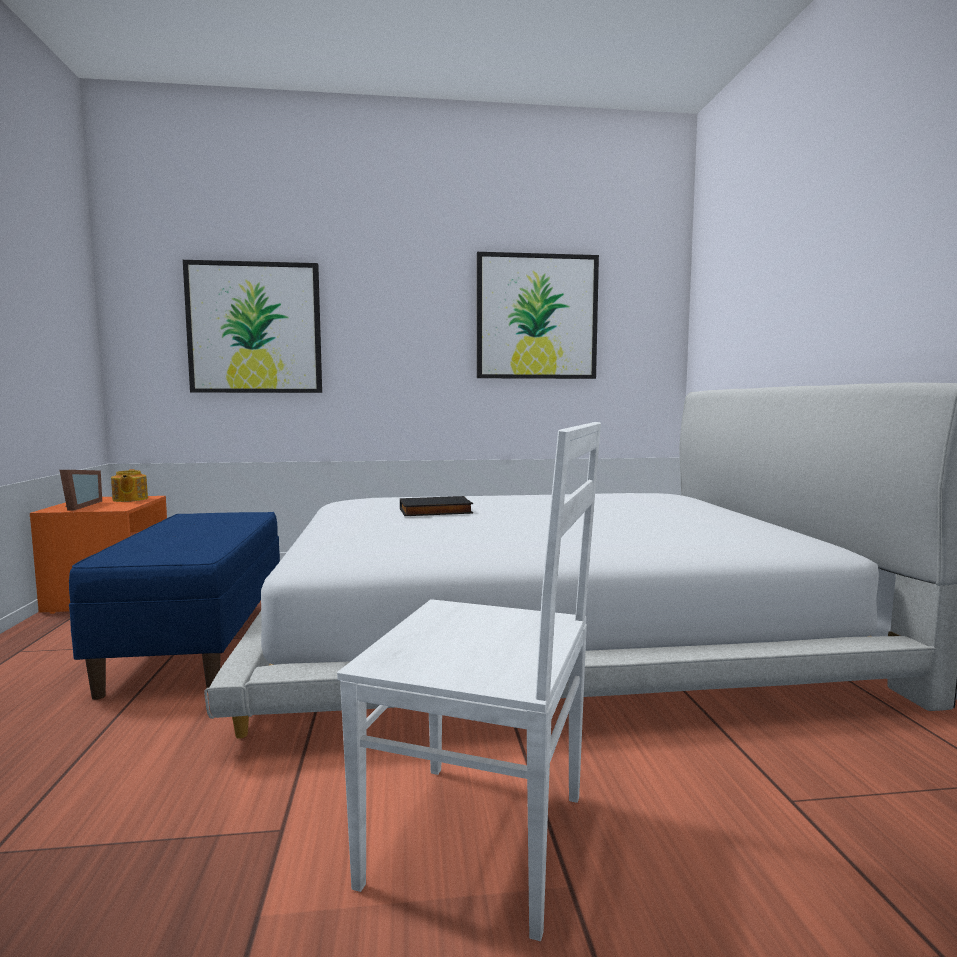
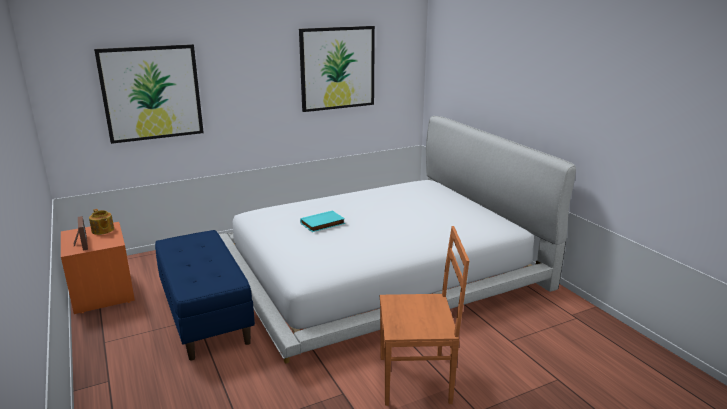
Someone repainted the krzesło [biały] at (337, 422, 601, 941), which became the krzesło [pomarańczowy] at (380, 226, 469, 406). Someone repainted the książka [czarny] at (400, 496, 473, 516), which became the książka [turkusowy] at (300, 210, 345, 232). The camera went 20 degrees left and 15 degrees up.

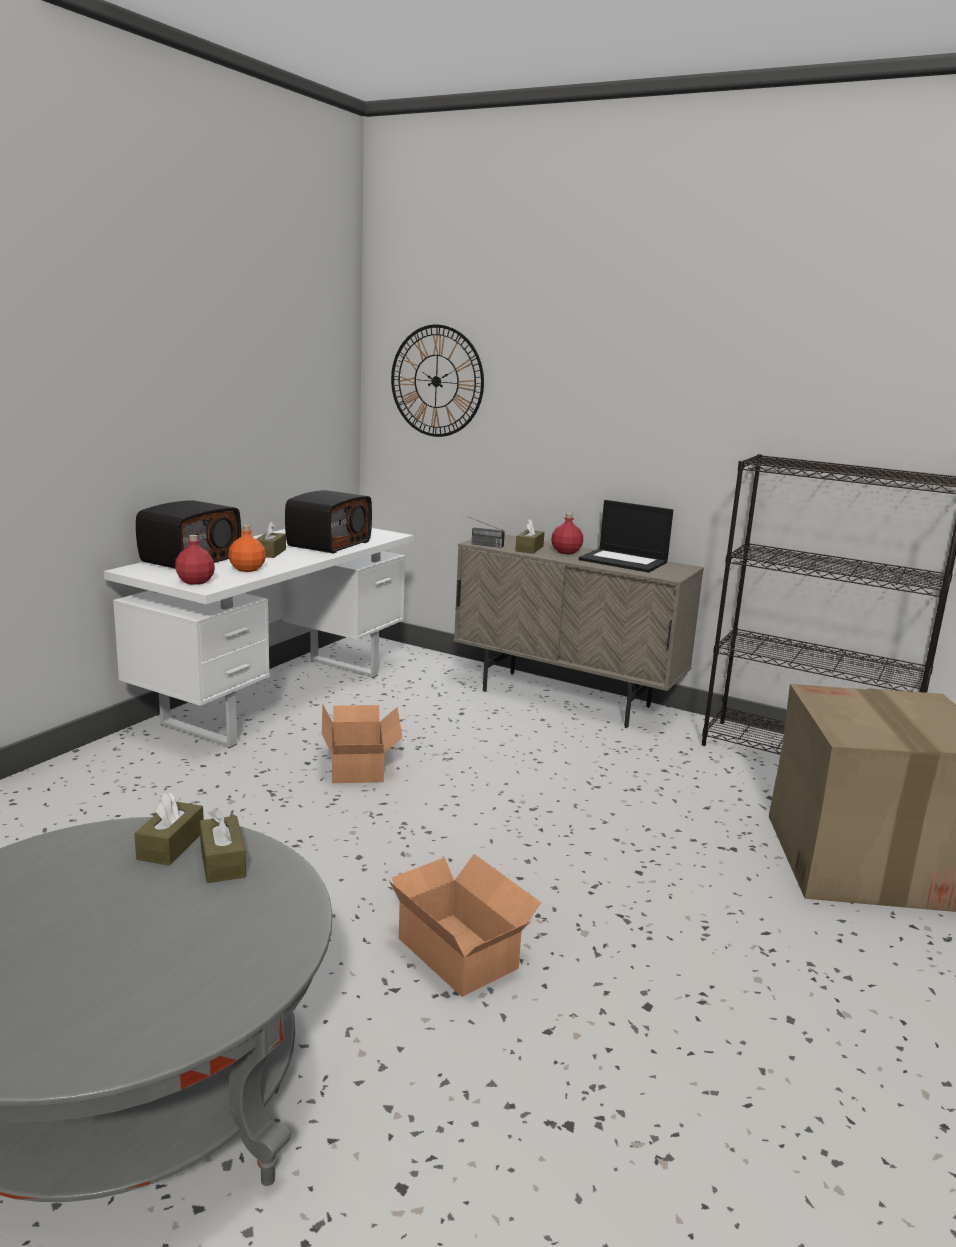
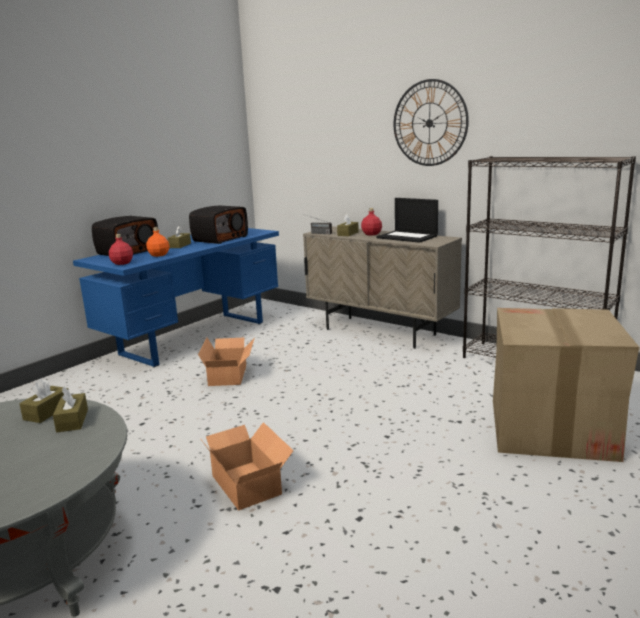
Someone repainted the biurko [biały] at (104, 528, 414, 748), which became the biurko [niebieski] at (73, 228, 279, 367). Someone carried the zegar ścienny from (391, 325, 484, 437) to (394, 79, 469, 166). The camera went 10 degrees right and 0 degrees up.

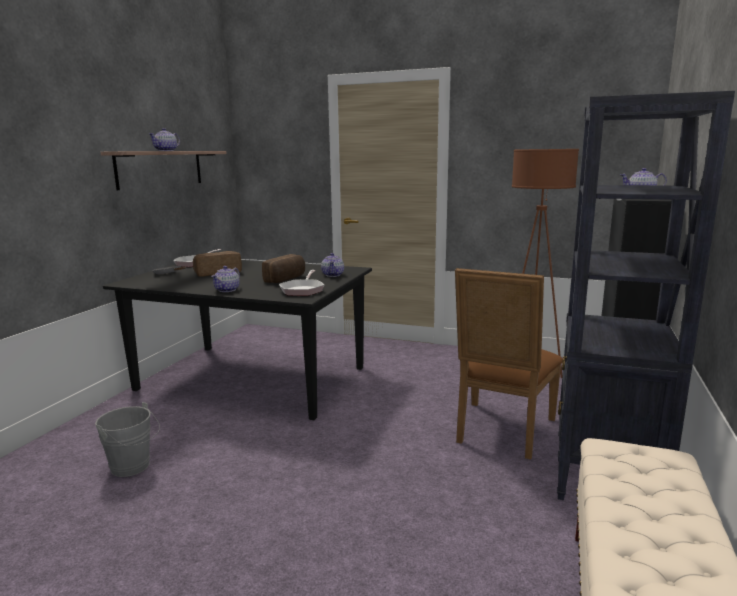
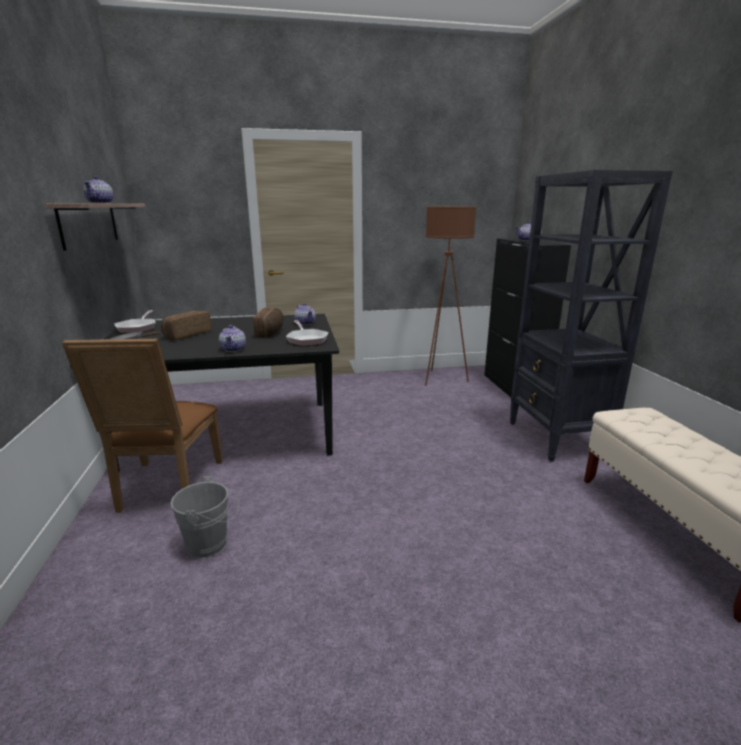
Someone carried the krzesło [brązowy] from (455, 268, 563, 460) to (61, 339, 223, 513). The camera went 30 degrees left and 5 degrees up.

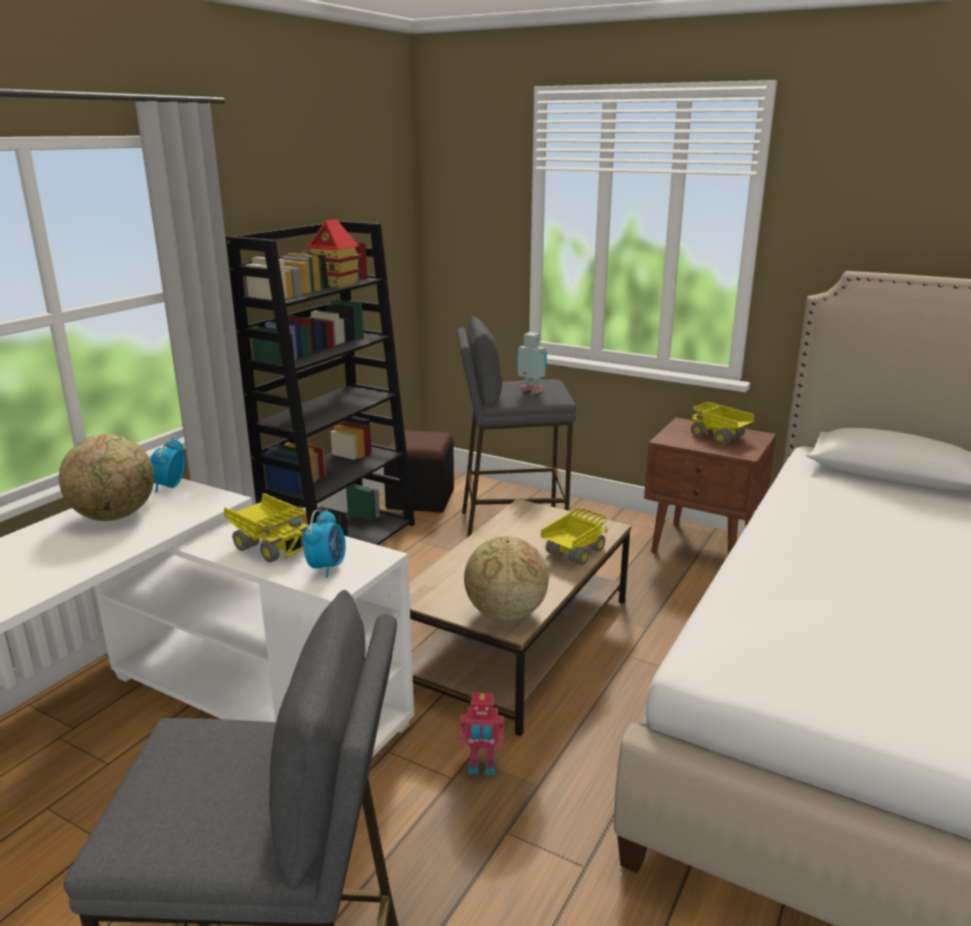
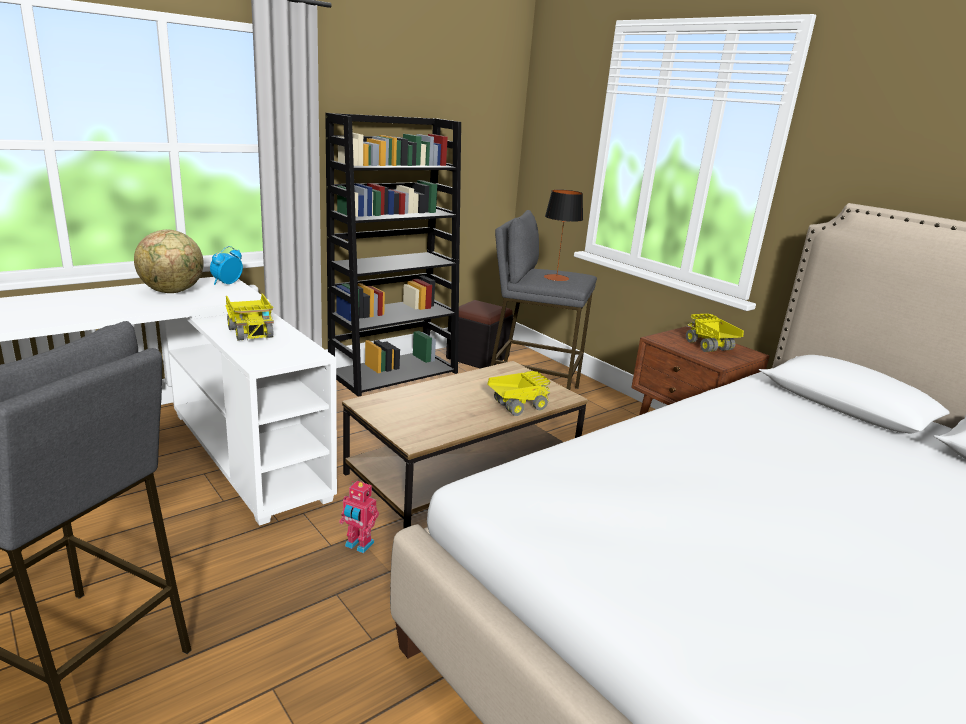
Someone took away the budzik at (303, 510, 346, 578). Someone took away the domek at (306, 219, 362, 288). Someone took away the globus at (464, 536, 549, 621). Someone swapped the robot zabawkowy at (517, 332, 547, 394) for the lampa stołowa at (544, 190, 583, 281). The camera went 20 degrees right and 0 degrees up.

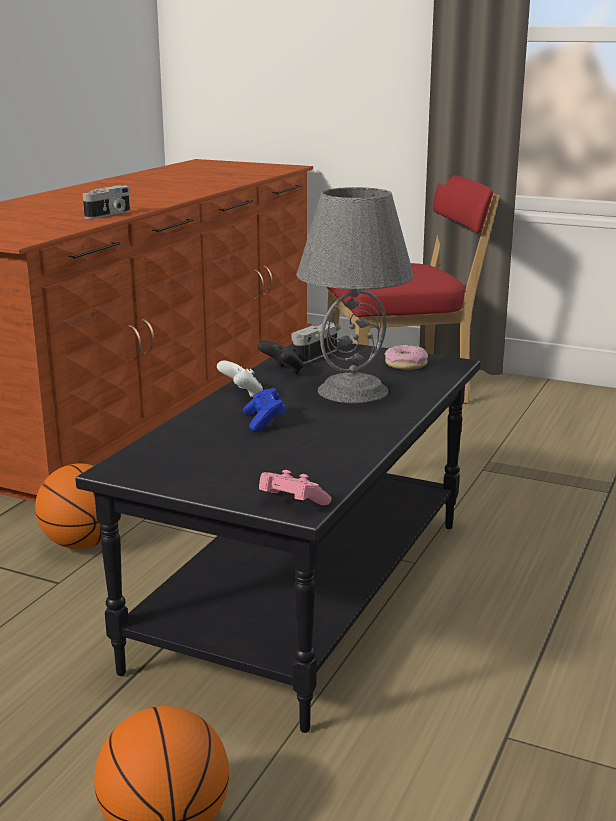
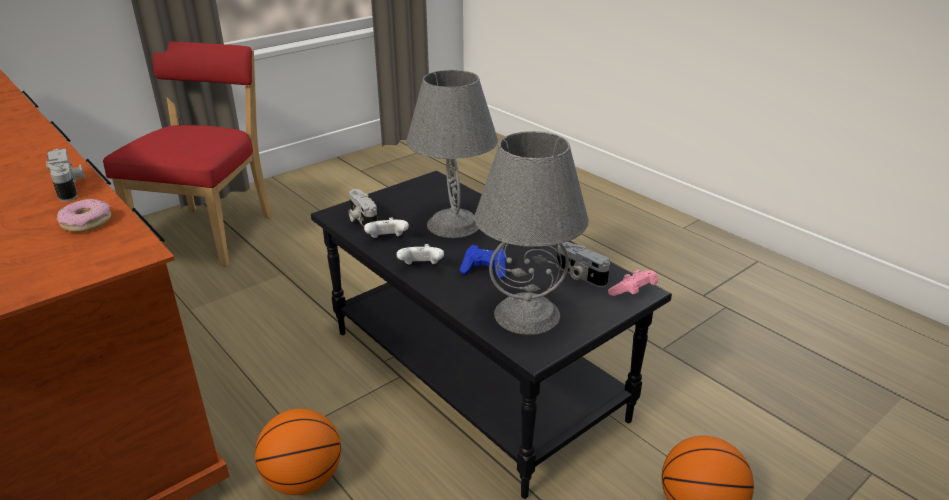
Someone repainted the pad do gier [czarny] at (257, 341, 304, 374), which became the pad do gier [biały] at (364, 217, 409, 238). Someone carried the donut from (384, 345, 428, 370) to (57, 199, 111, 232). Someone put down the lampa stołowa [szary] at (475, 131, 589, 335). Someone put down the aparat fotograficzny at (557, 242, 610, 287). The camera went 65 degrees left and 10 degrees up.

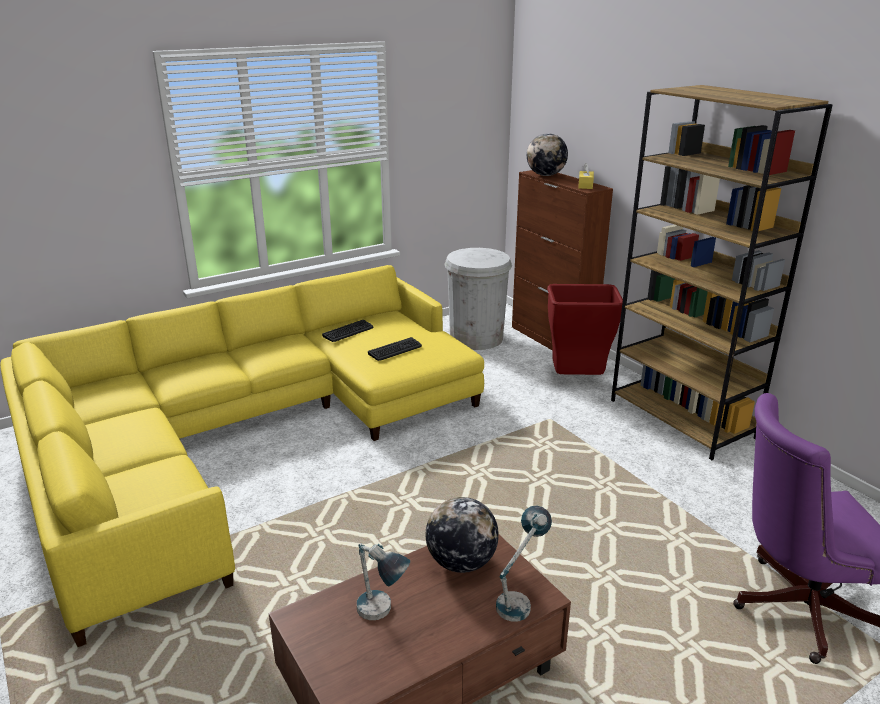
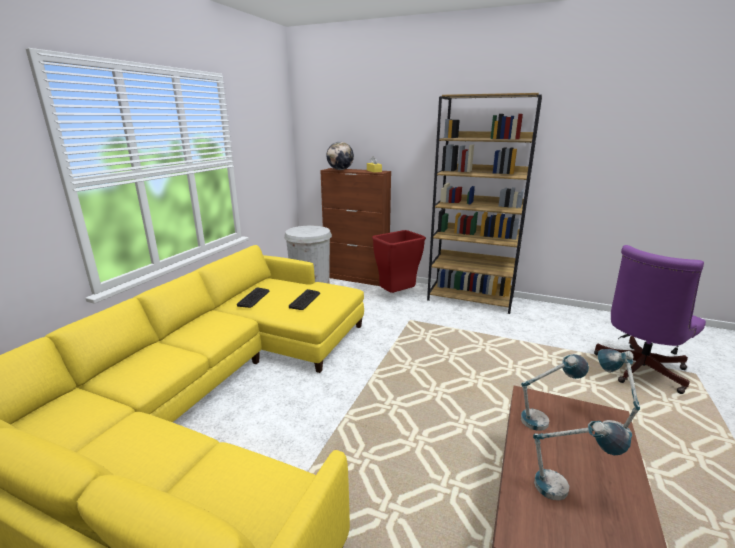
Someone swapped the globus at (426, 497, 499, 573) for the lampa stołowa at (521, 354, 589, 431). The camera went 35 degrees left and 5 degrees down.

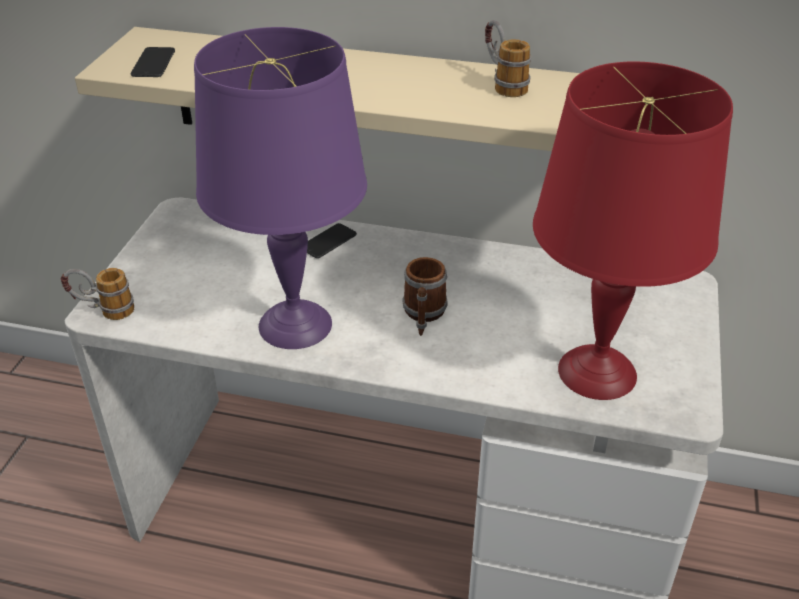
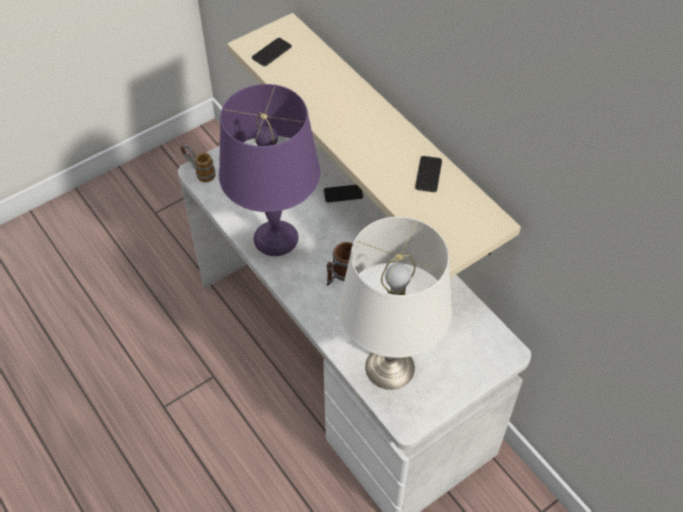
Someone swapped the kubek at (485, 20, 531, 97) for the telefon at (415, 156, 442, 192). Someone repainted the lampa stołowa [czerwony] at (533, 62, 733, 400), which became the lampa stołowa [biały] at (339, 217, 452, 390). The camera went 40 degrees right and 15 degrees up.

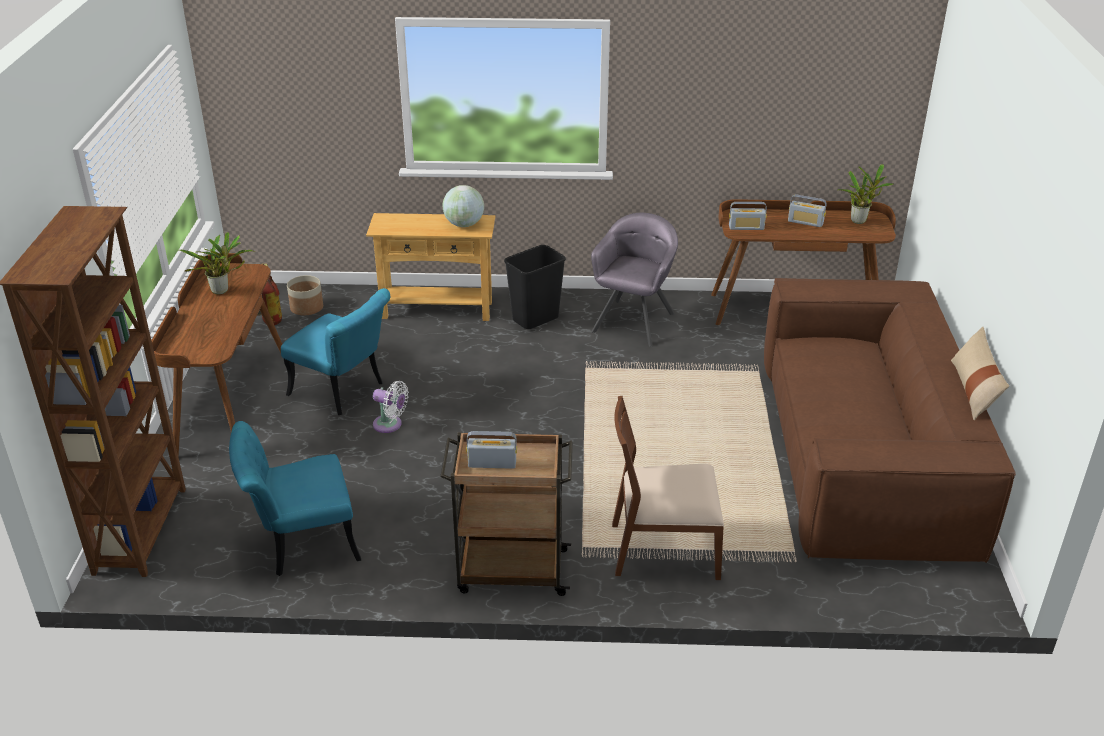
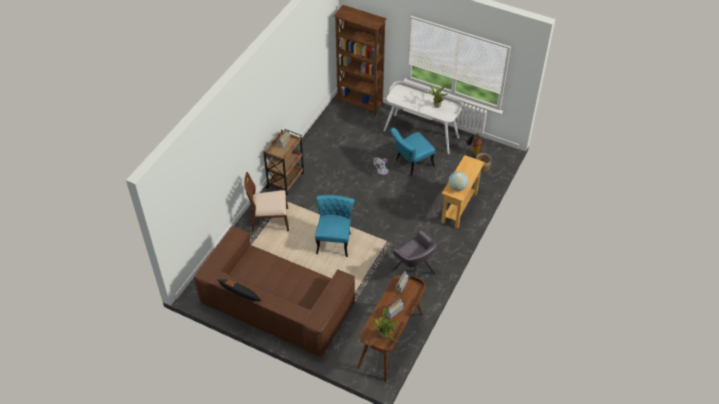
Someone repainted the biurko [brązowy] at (151, 253, 282, 457), which became the biurko [biały] at (383, 81, 462, 154). Someone carried the krzesło [turkusowy] from (229, 421, 361, 576) to (315, 195, 355, 257). Someone took away the kosz na śmieci [czarny] at (504, 245, 566, 329). Someone rotated the krzesło [brązowy] at (612, 396, 724, 580) by 120 degrees counterclockwise. Someone repainted the poduszka [beżowy] at (951, 327, 1009, 420), which became the poduszka [czarny] at (217, 279, 262, 301). The camera went 115 degrees right and 15 degrees up.

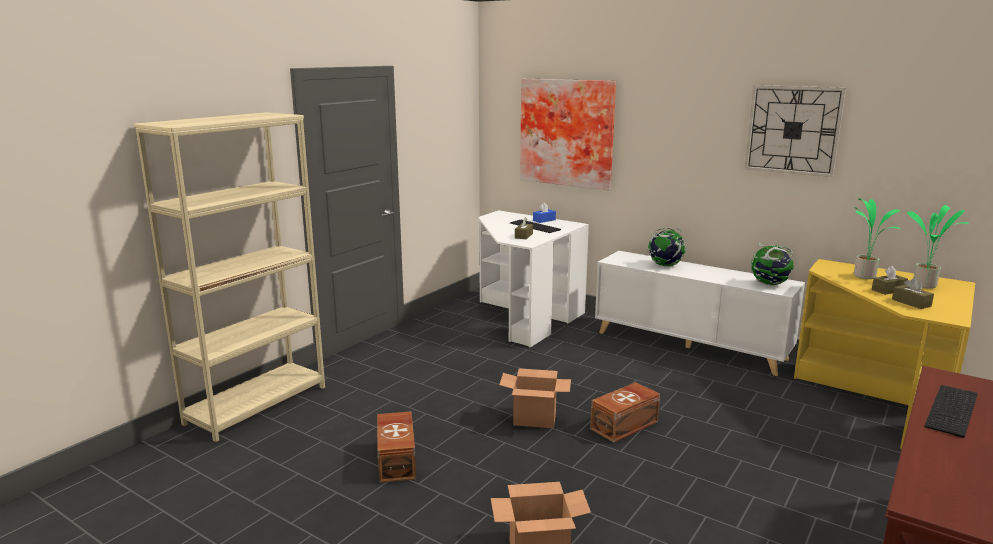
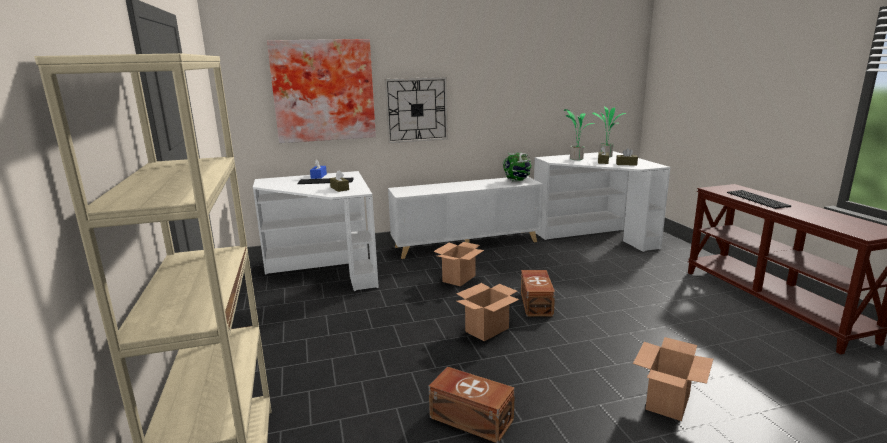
Someone took away the globus at (647, 228, 686, 266). Someone carried the zegar ścienny from (744, 85, 846, 177) to (384, 77, 448, 144). Someone repainted the biurko [żółty] at (794, 259, 975, 449), which became the biurko [biały] at (534, 151, 671, 252). Someone put down the karton at (433, 242, 484, 286). The camera went 50 degrees left and 0 degrees up.

